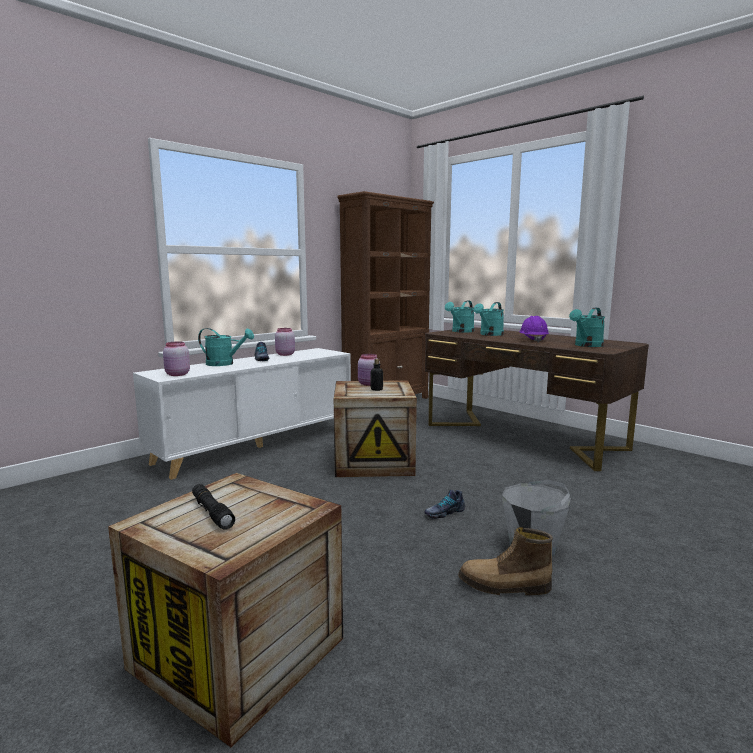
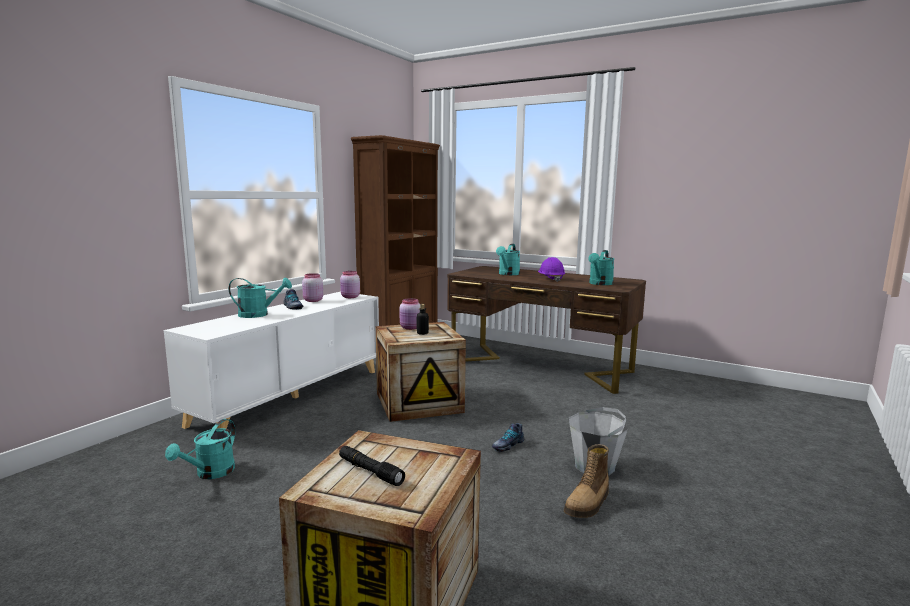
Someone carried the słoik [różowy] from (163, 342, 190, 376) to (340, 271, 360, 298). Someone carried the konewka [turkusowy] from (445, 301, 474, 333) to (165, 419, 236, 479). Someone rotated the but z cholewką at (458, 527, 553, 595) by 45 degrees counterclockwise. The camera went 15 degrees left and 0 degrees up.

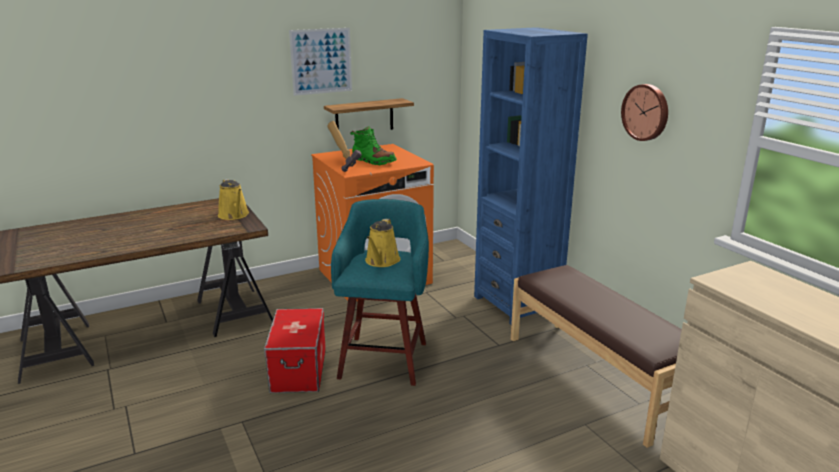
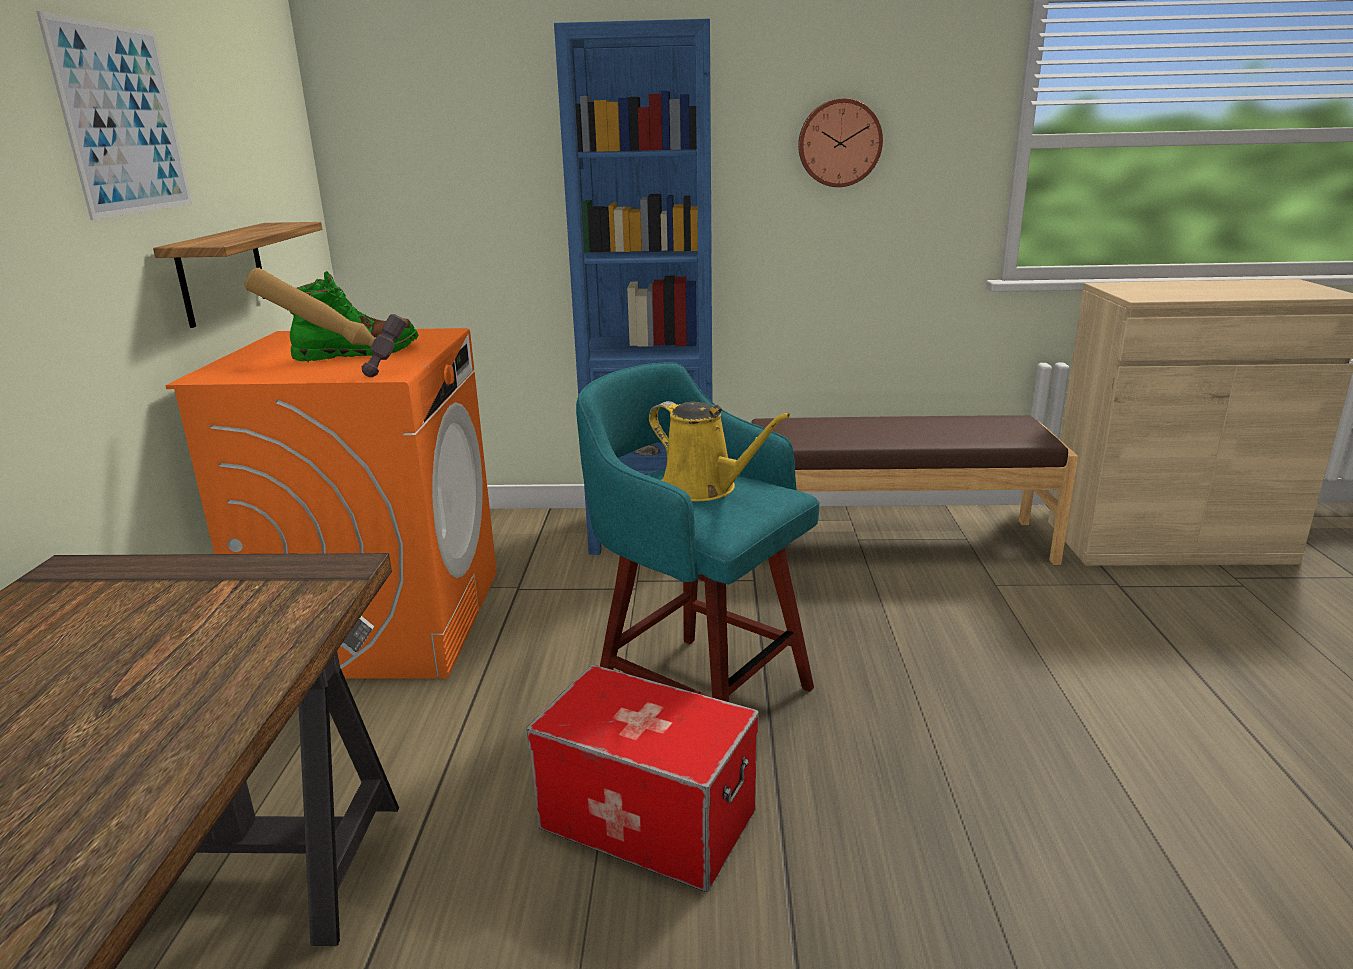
Someone took away the konewka [żółty] at (218, 179, 249, 220). The camera went 60 degrees left and 0 degrees up.

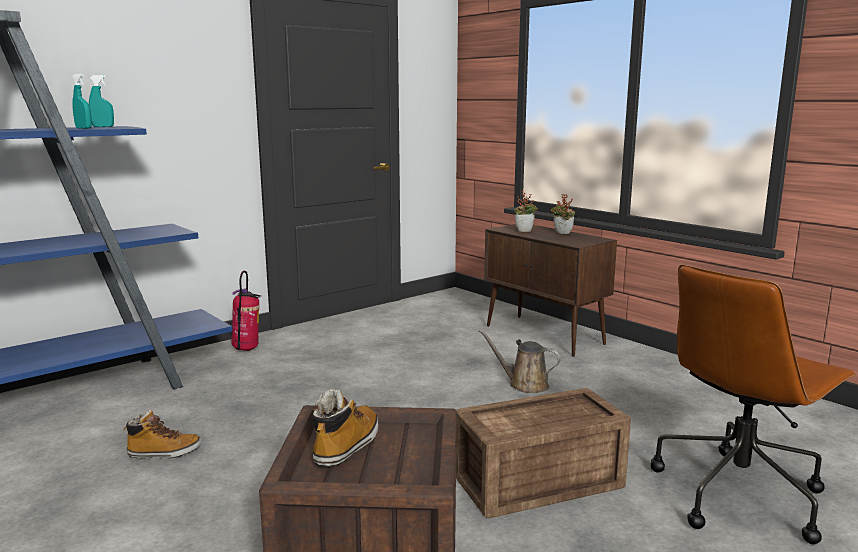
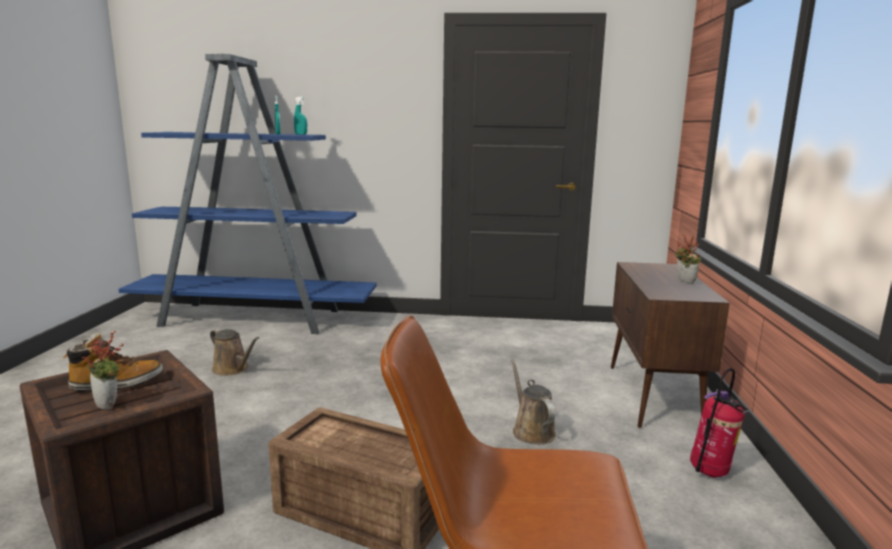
Someone swapped the but z cholewką at (123, 410, 201, 459) for the konewka [brązowy] at (210, 329, 259, 376). Someone carried the gaśnica from (231, 271, 261, 351) to (690, 368, 749, 478). Someone carried the roślina doniczkowa from (514, 190, 538, 232) to (82, 331, 123, 410). The camera went 45 degrees right and 0 degrees up.

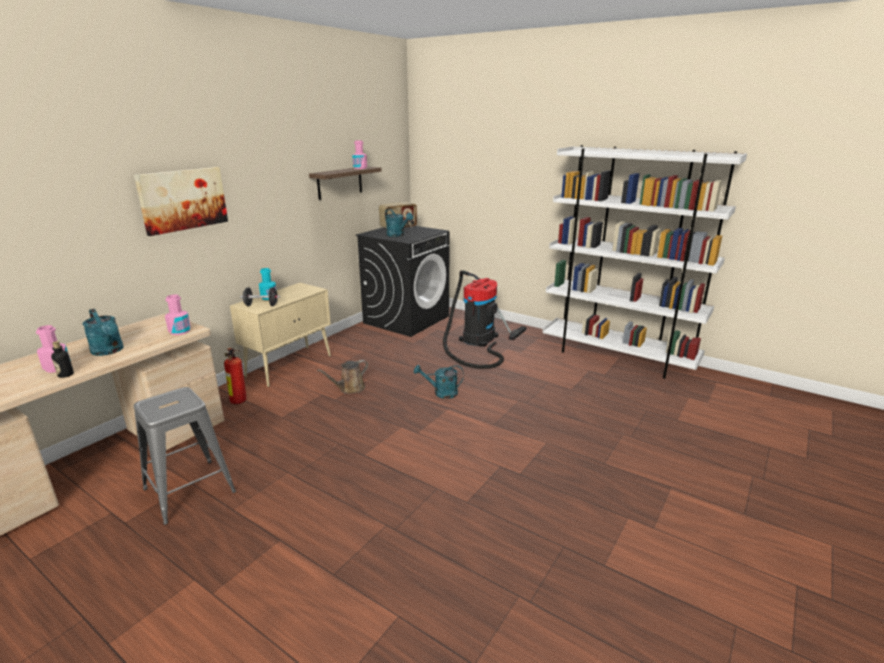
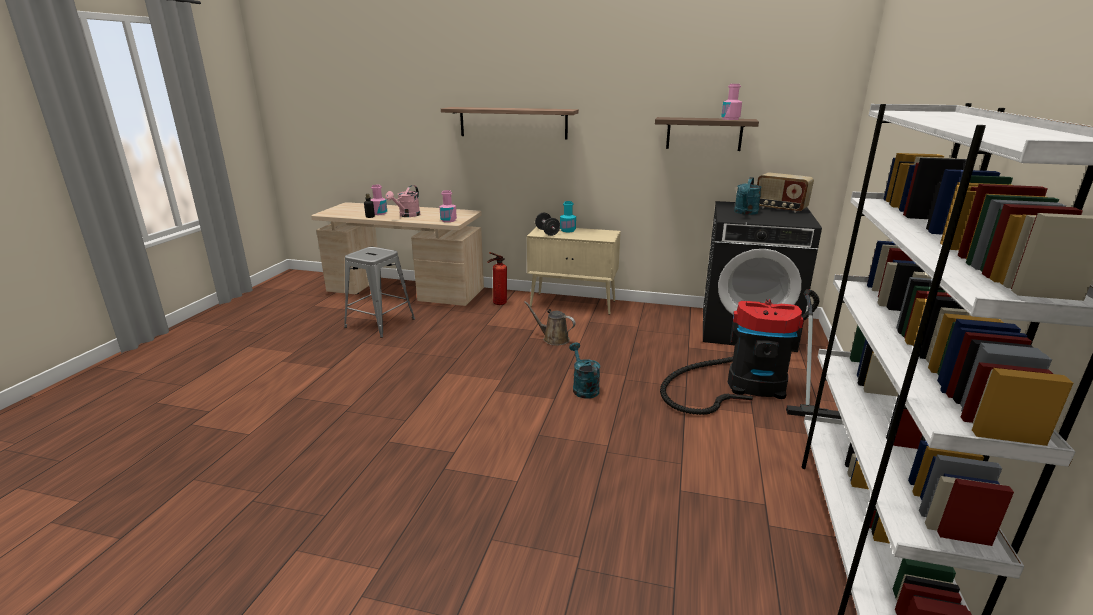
Someone repainted the konewka [turkusowy] at (82, 309, 124, 356), which became the konewka [różowy] at (386, 185, 420, 217). Someone swapped the obraz at (134, 167, 228, 236) for the półka at (441, 107, 579, 139). The camera went 70 degrees right and 0 degrees up.

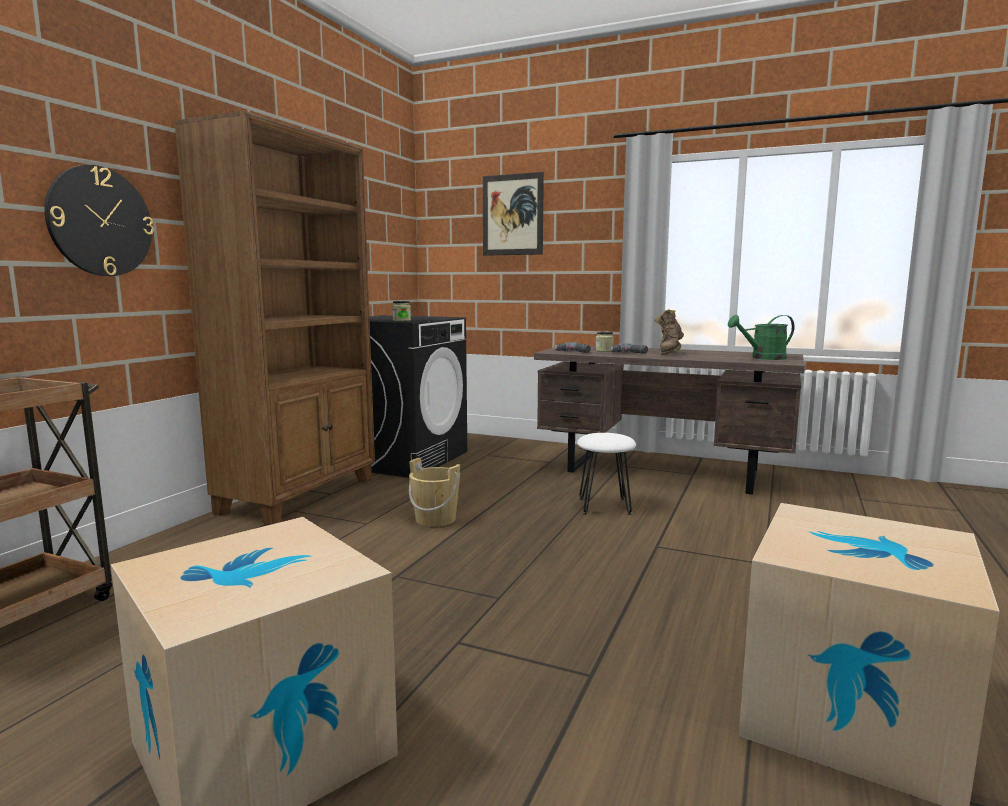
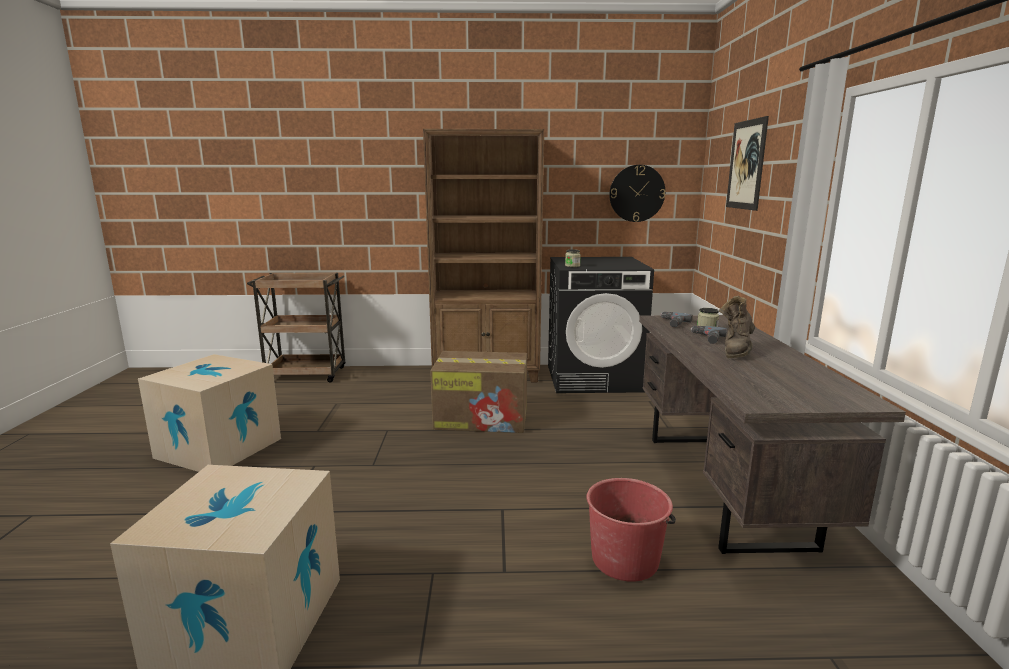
Someone carried the zegar ścienny from (44, 165, 154, 276) to (609, 165, 665, 222). Someone swapped the wiadro [beżowy] at (409, 458, 460, 527) for the karton at (430, 351, 527, 433). Someone took away the stołek [biały] at (577, 433, 636, 515). Someone rotated the but z cholewką [brązowy] at (654, 309, 684, 355) by 60 degrees counterclockwise. Someone took away the konewka [zielony] at (728, 315, 794, 360). Someone put down the wiadro [czerwony] at (586, 478, 676, 582). The camera went 65 degrees right and 5 degrees up.

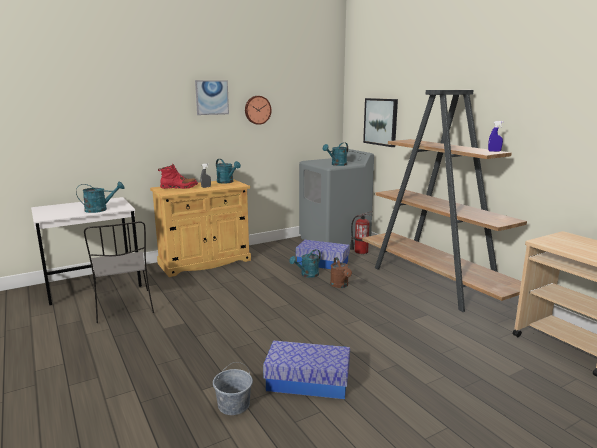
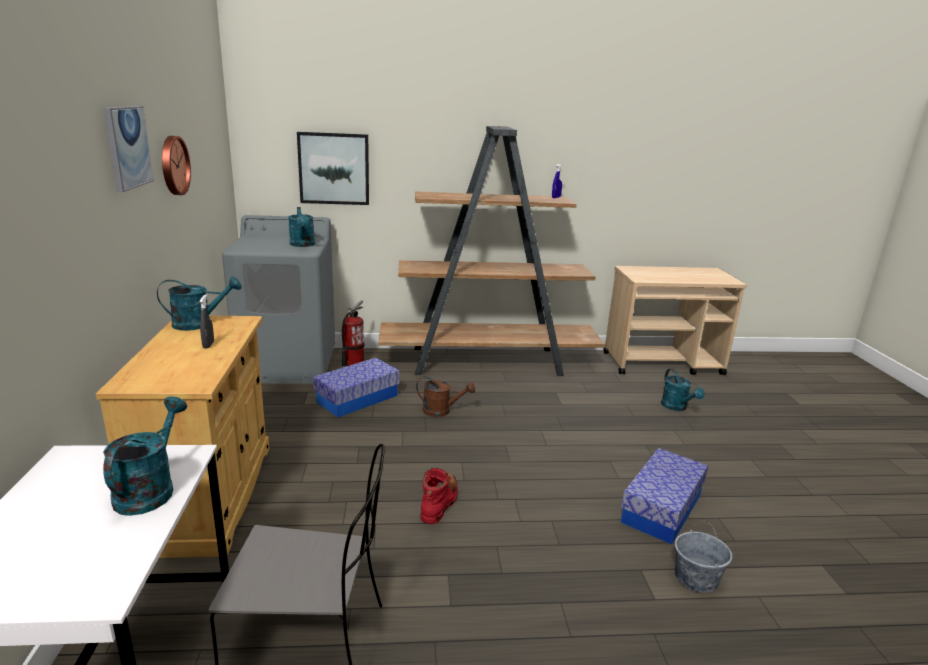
Someone carried the but z cholewką [czerwony] from (158, 163, 198, 189) to (420, 468, 458, 524). Someone carried the konewka [turkusowy] from (289, 249, 321, 278) to (661, 369, 704, 411). The camera went 65 degrees left and 5 degrees up.

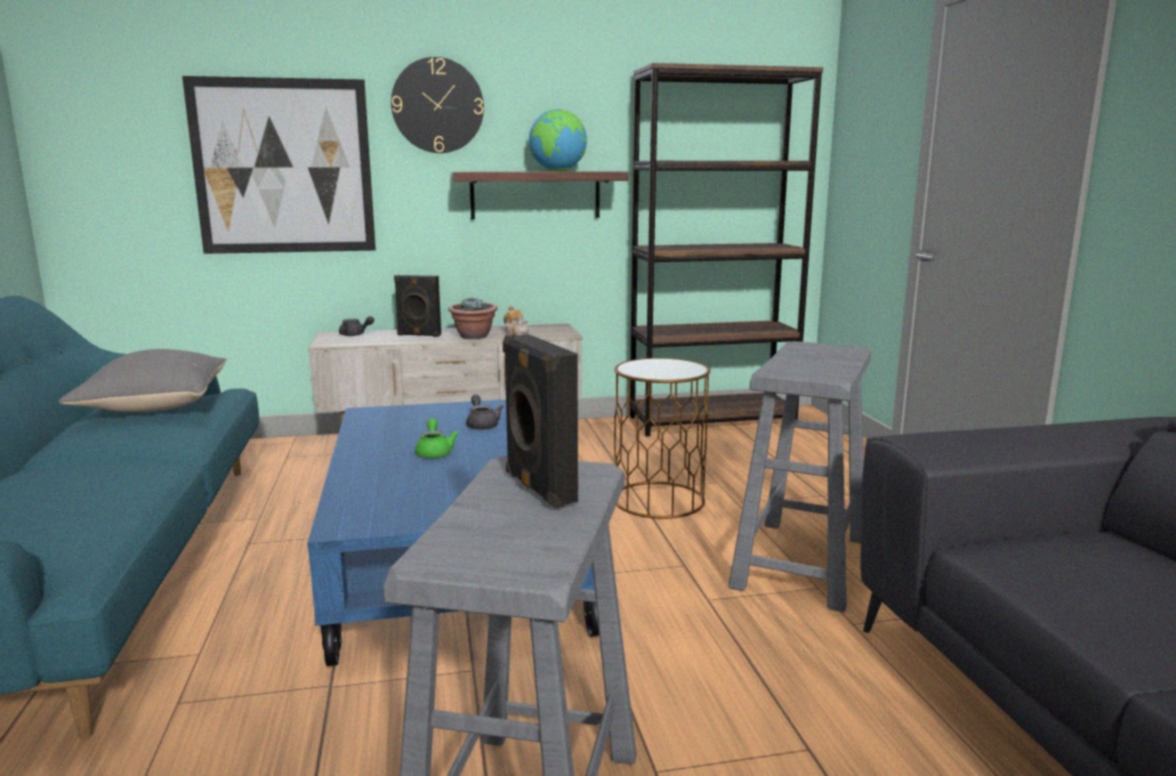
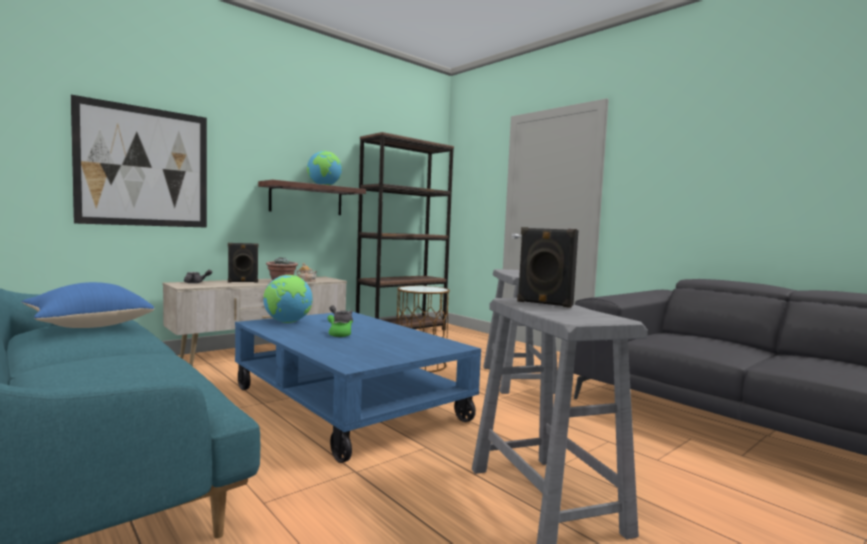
Someone repainted the poduszka [szary] at (59, 349, 227, 412), which became the poduszka [niebieski] at (22, 282, 154, 328). Someone took away the zegar ścienny at (391, 57, 484, 153). Someone put down the globus at (263, 275, 313, 323). The camera went 30 degrees left and 10 degrees down.

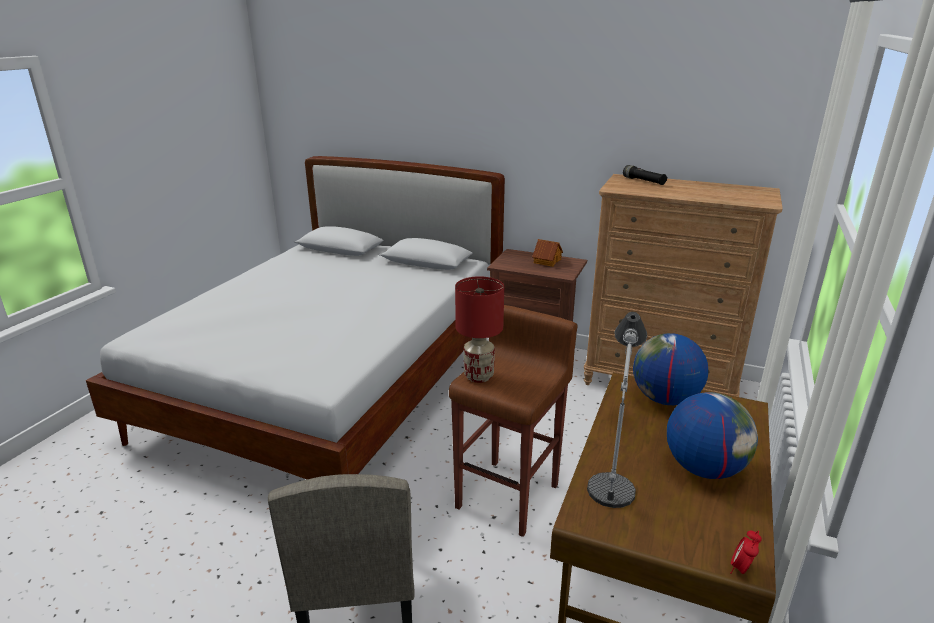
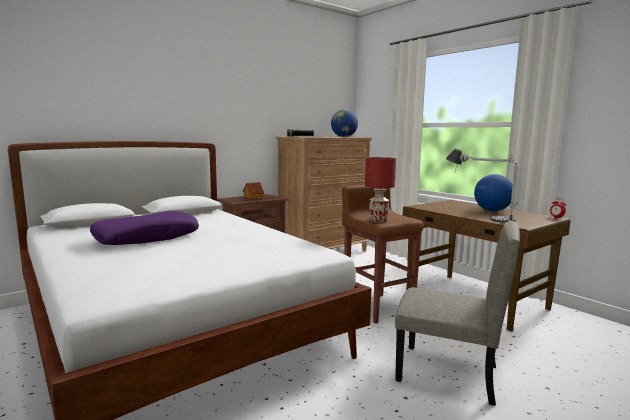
Someone carried the globus from (633, 333, 708, 405) to (331, 109, 358, 137). Someone put down the poduszka [fioletowy] at (90, 211, 199, 245). The camera went 60 degrees left and 15 degrees down.

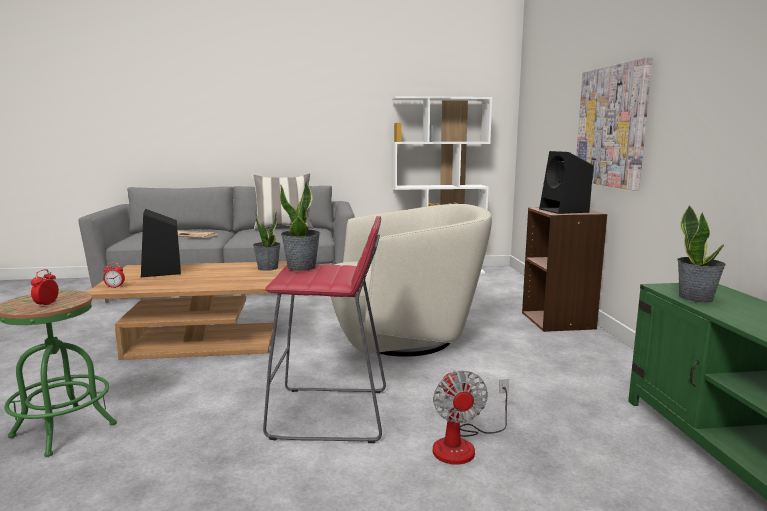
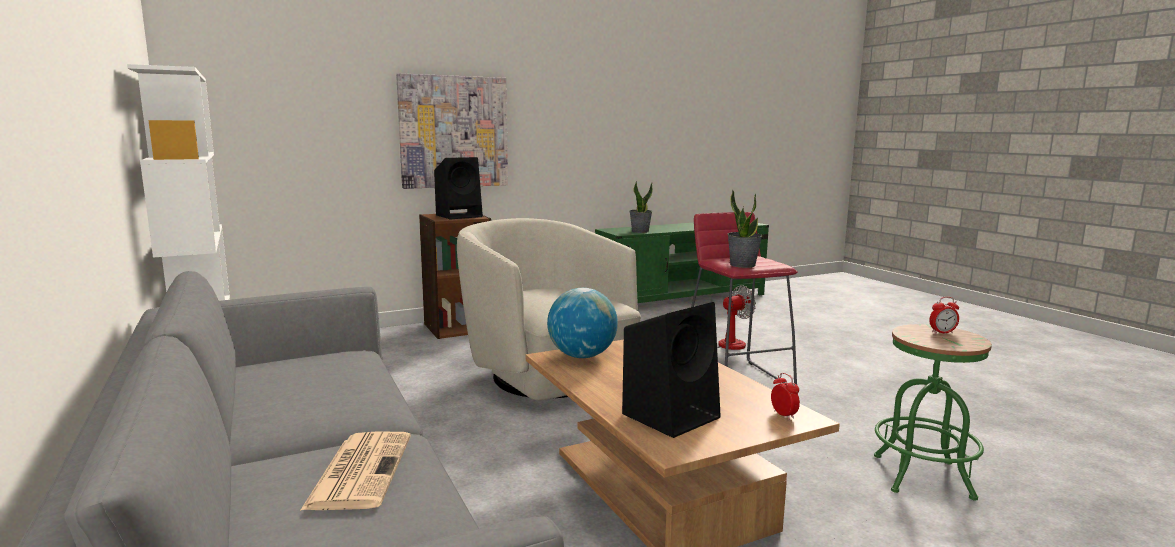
Someone took away the poduszka at (251, 173, 313, 230). Someone swapped the roślina doniczkowa at (253, 211, 281, 271) for the globus at (547, 288, 618, 358). The camera went 110 degrees left and 0 degrees up.

